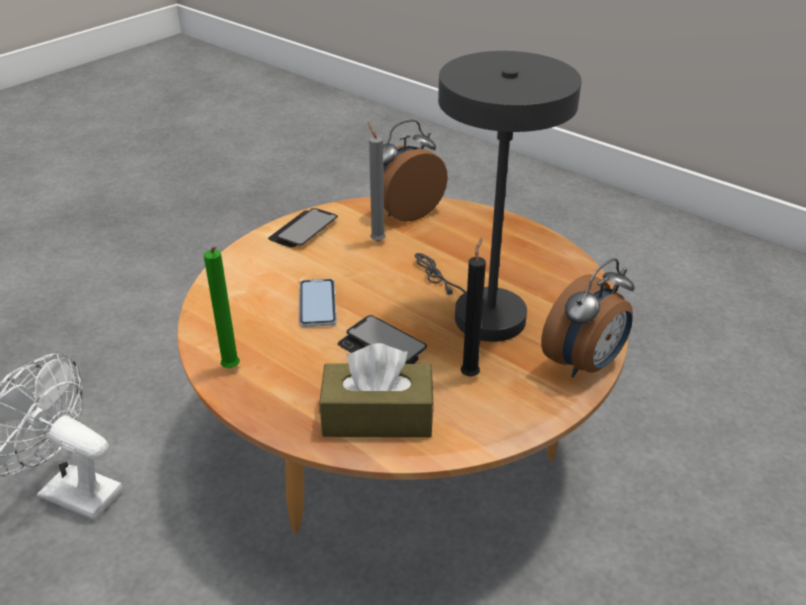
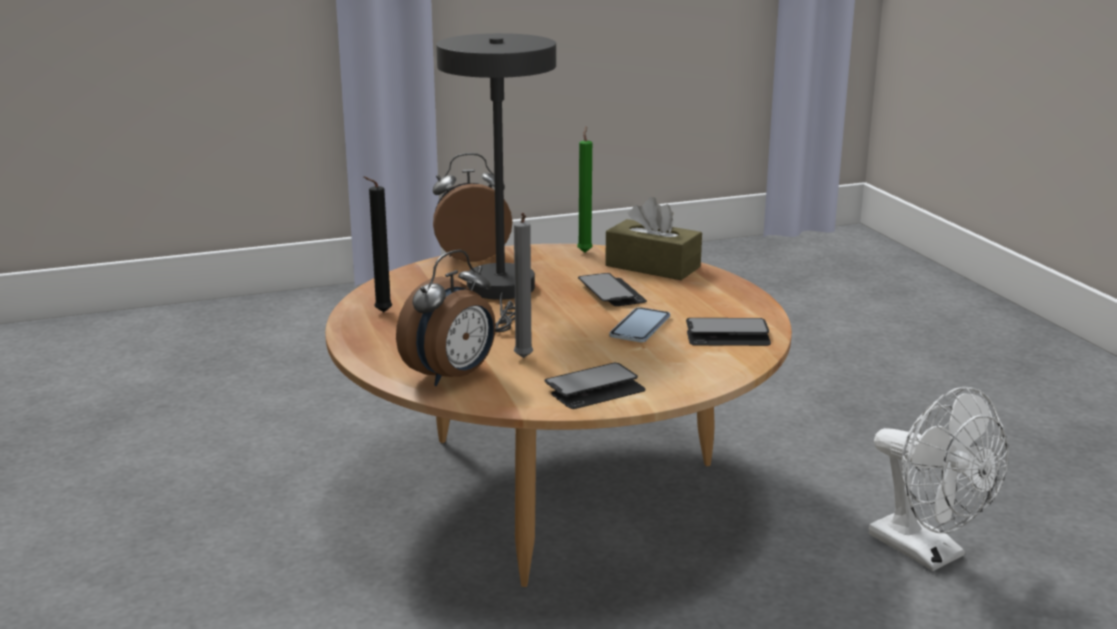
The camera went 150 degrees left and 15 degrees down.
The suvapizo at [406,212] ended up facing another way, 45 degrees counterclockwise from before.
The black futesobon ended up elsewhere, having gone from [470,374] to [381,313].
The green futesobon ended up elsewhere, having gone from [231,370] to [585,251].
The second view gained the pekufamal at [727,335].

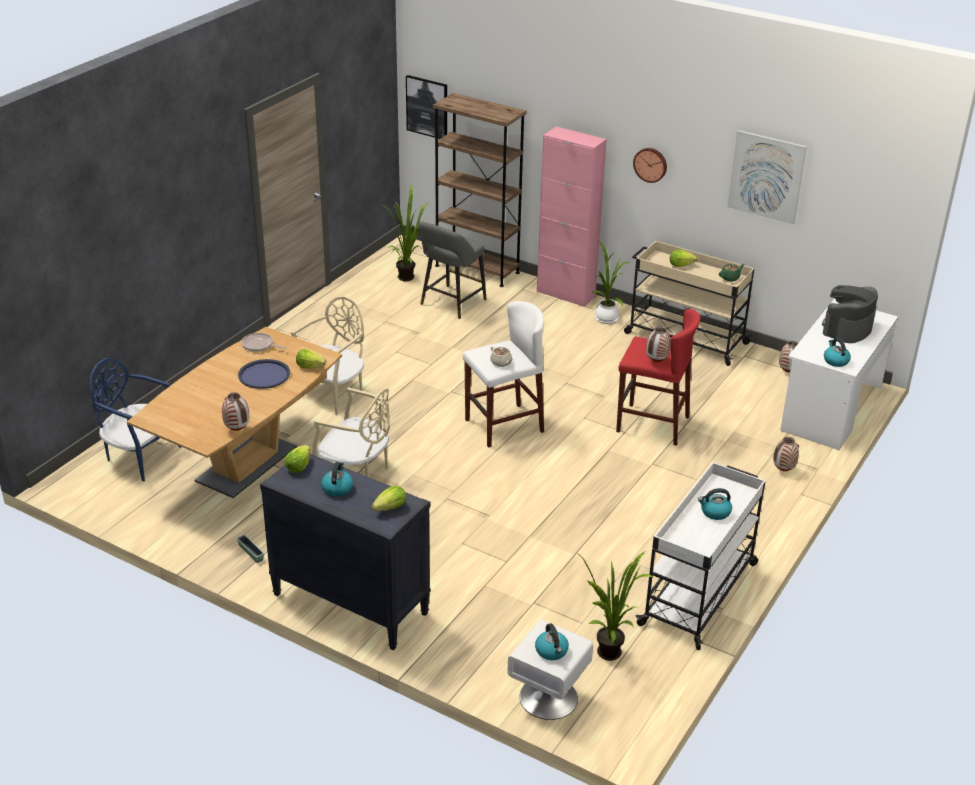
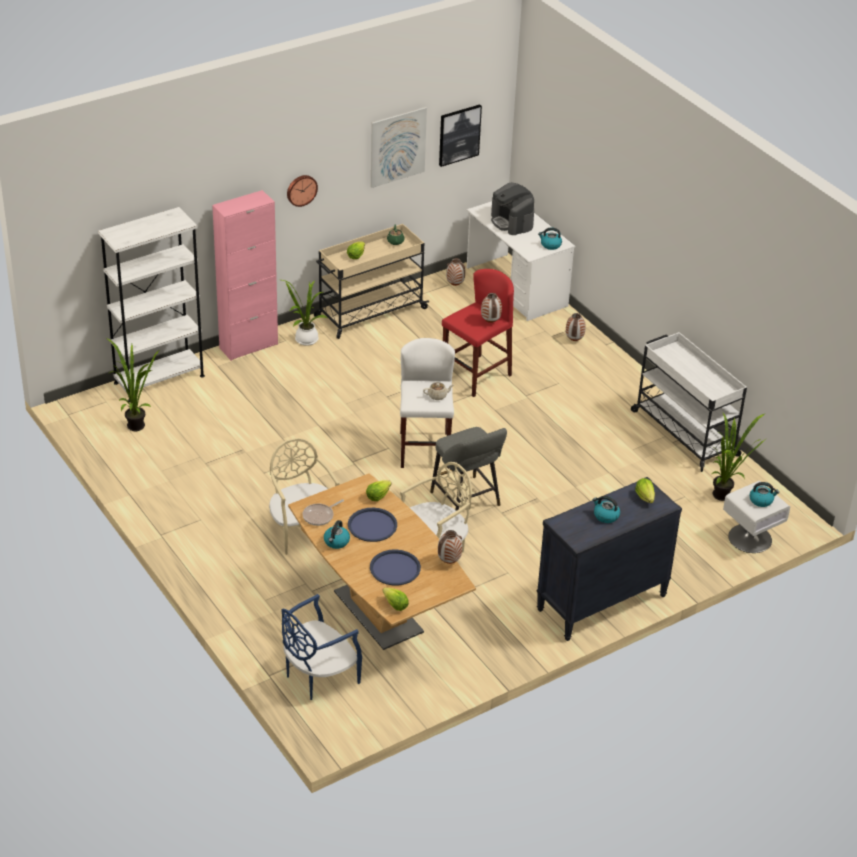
The camera went 65 degrees left and 5 degrees up.
The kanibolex ended up elsewhere, having gone from [427,107] to [459,134].
What was the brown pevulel at [477,269] turned into the white pevulel at [159,379].
The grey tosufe ended up elsewhere, having gone from [451,303] to [467,501].
The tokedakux ended up elsewhere, having gone from [298,467] to [395,605].
The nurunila ended up elsewhere, having gone from [715,512] to [336,542].
The second view lost the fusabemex at [251,553].
The second view gained the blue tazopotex at [395,568].

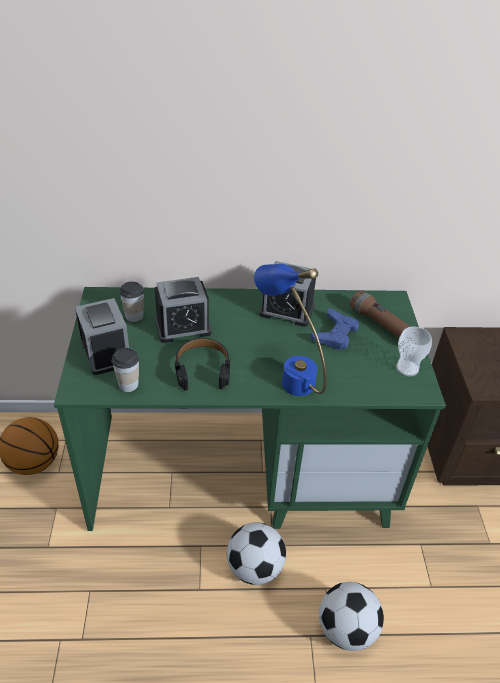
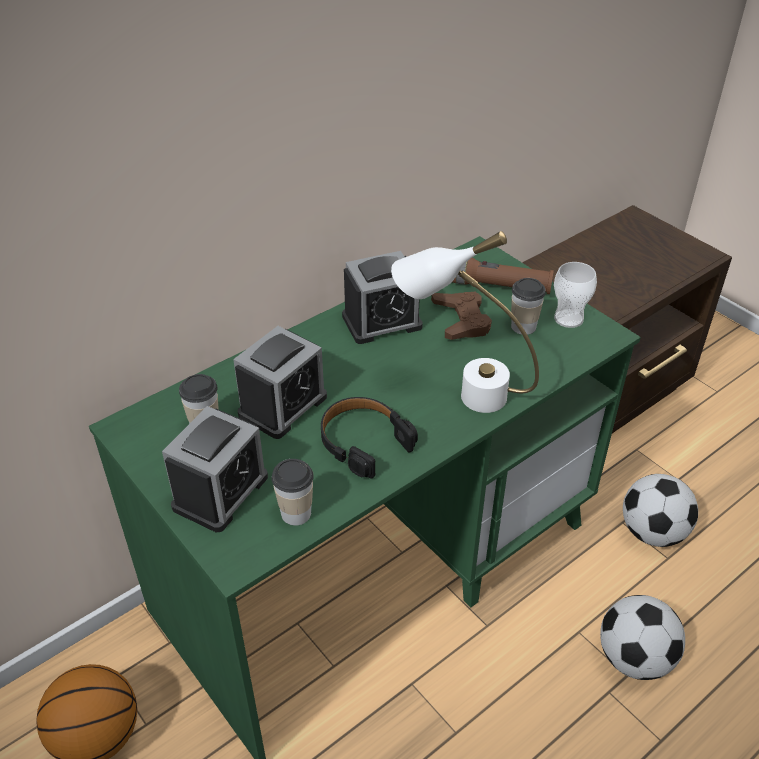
The camera went 35 degrees left and 0 degrees up.
What was the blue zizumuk at [287,373] turned into the white zizumuk at [461,392].
The suvapizo at [105,352] ended up facing another way, 90 degrees clockwise from before.
What was the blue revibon at [335,334] turned into the brown revibon at [461,320].
The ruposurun ended up elsewhere, having gone from [255,567] to [652,532].
The second view gained the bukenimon at [523,327].

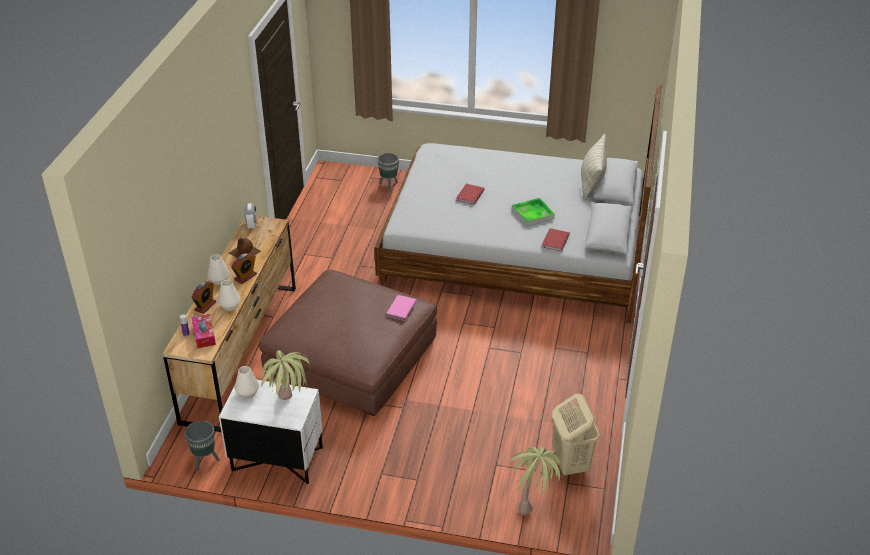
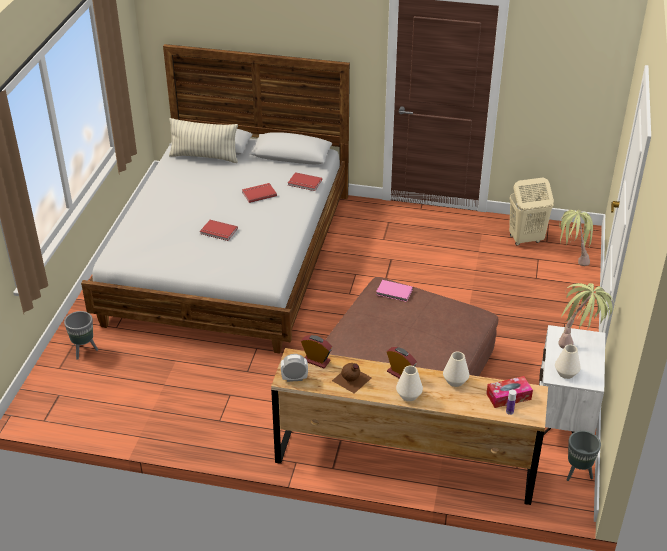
The camera went 90 degrees left and 0 degrees up.
Where the tazopotex stood at [532,214], the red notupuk came to stand at [258,193].
The suvapizo ended up elsewhere, having gone from [205,306] to [316,361].

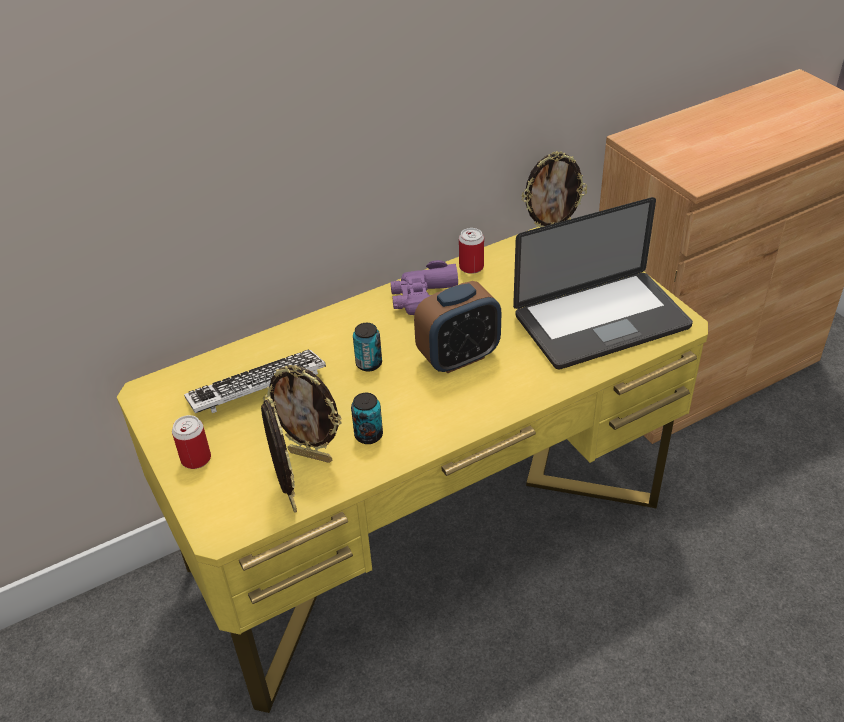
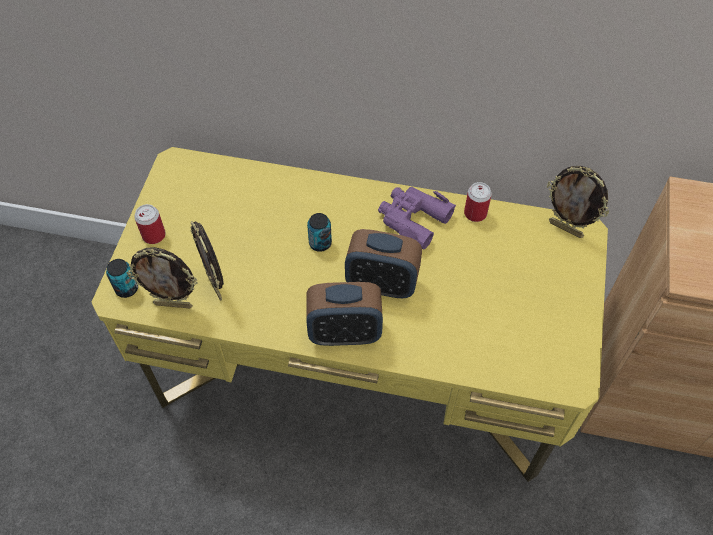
The camera went 40 degrees right and 15 degrees up.
The second view lost the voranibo at [601,322].
The second view lost the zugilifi at [257,389].
The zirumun ended up elsewhere, having gone from [368,435] to [127,288].
The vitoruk at [287,496] ended up facing another way, 75 degrees clockwise from before.
The second view gained the suvapizo at [344,333].

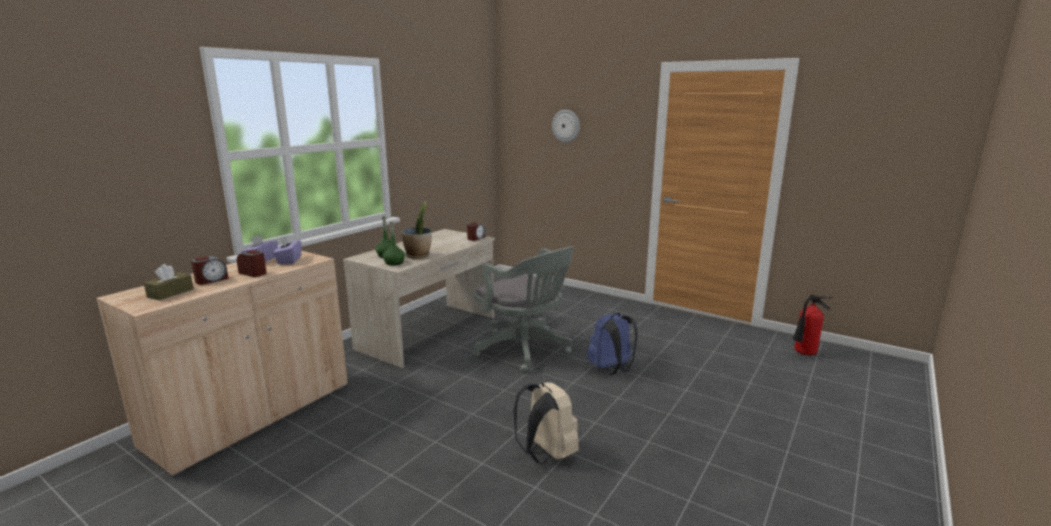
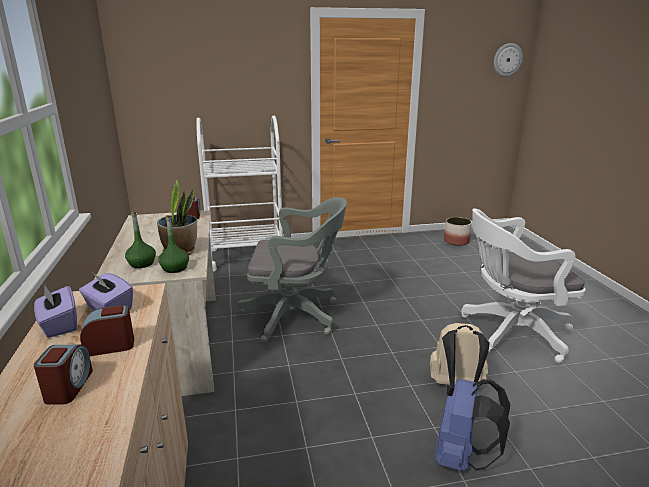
The camera went 45 degrees left and 5 degrees up.
The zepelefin ended up elsewhere, having gone from [566,126] to [507,60].
The second view lost the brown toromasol at [170,293].
Where the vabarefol stood at [804,354], the fusabemex came to stand at [456,241].
The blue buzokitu ended up elsewhere, having gone from [611,369] to [462,458].
The second view gained the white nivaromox at [246,257].
The second view gained the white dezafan at [510,333].

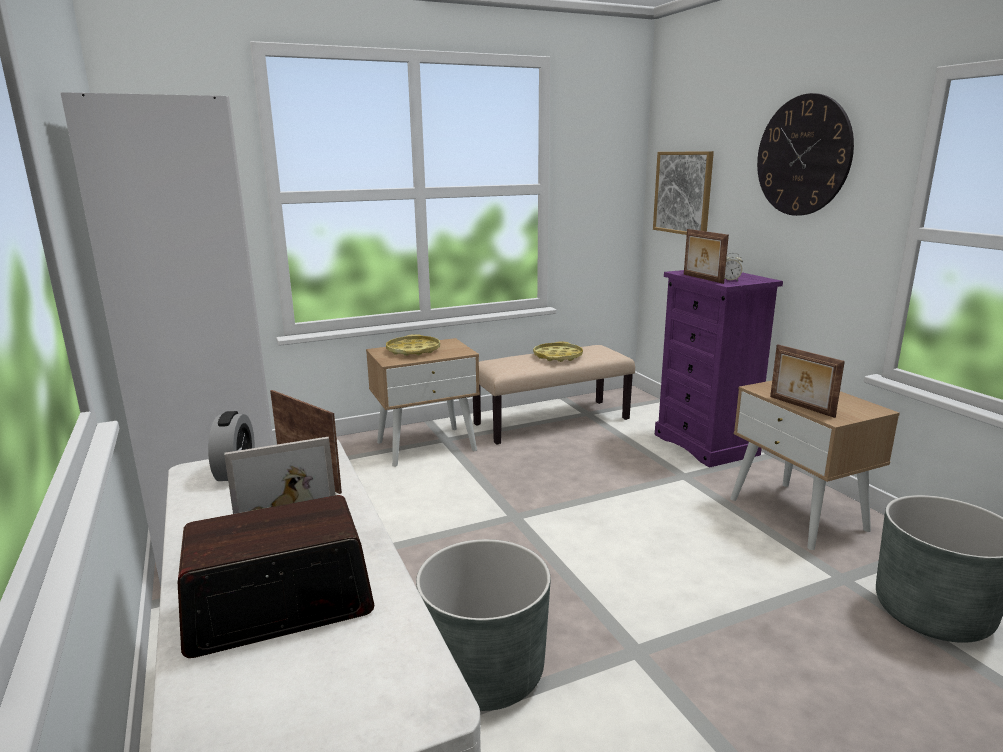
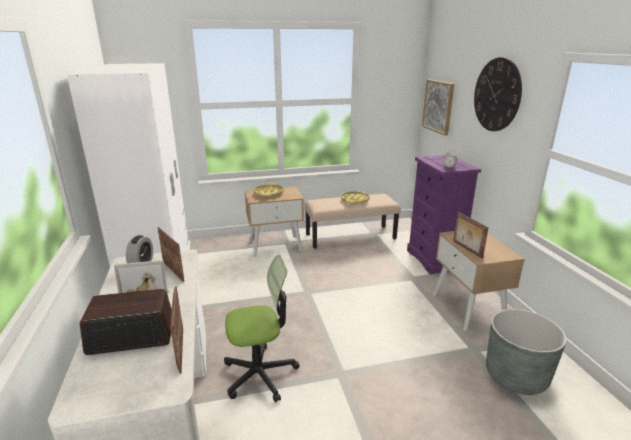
The camera went 10 degrees right and 5 degrees up.
The vitoruk ended up elsewhere, having gone from [702,278] to [180,350].
Where the grey fusabemex stood at [485,673], the dezafan came to stand at [260,374].

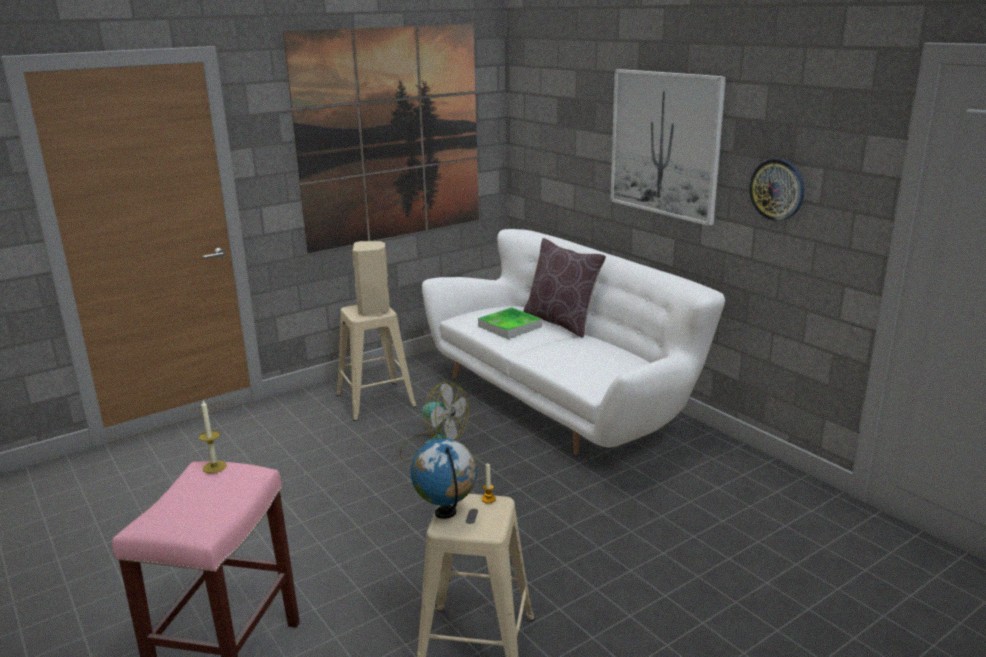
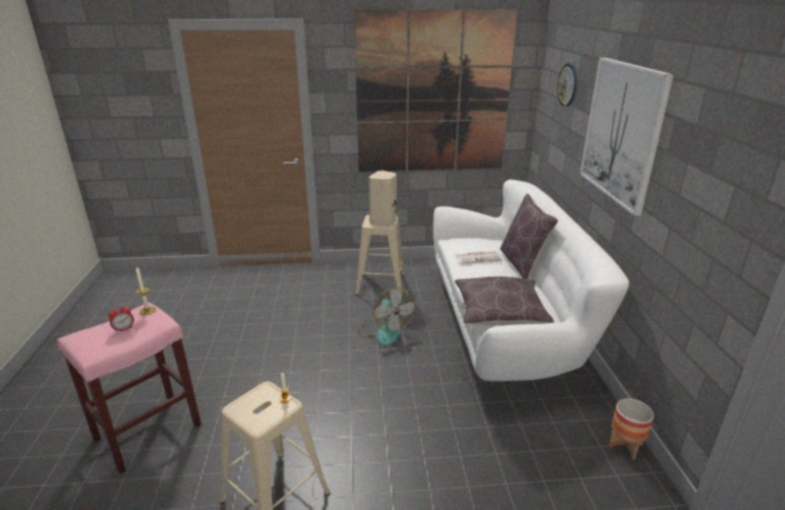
The camera went 30 degrees right and 5 degrees up.
The zepelefin ended up elsewhere, having gone from [777,189] to [568,85].
Where the tazopotex stood at [509,326], the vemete came to stand at [478,257].
The second view lost the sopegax at [446,513].
The second view gained the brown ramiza at [500,312].
The second view gained the suvapizo at [124,329].
The second view gained the fusabemex at [625,445].

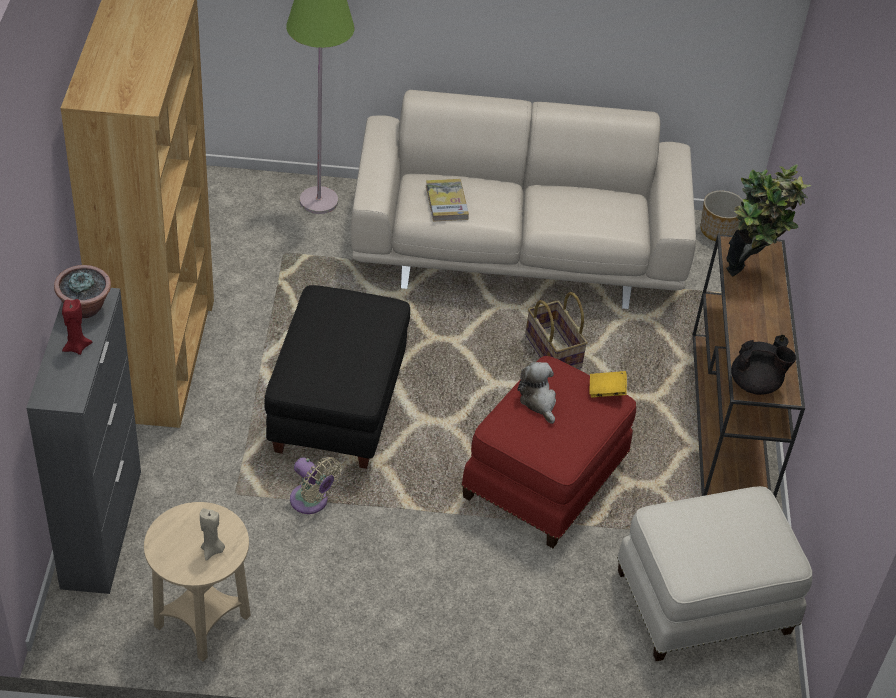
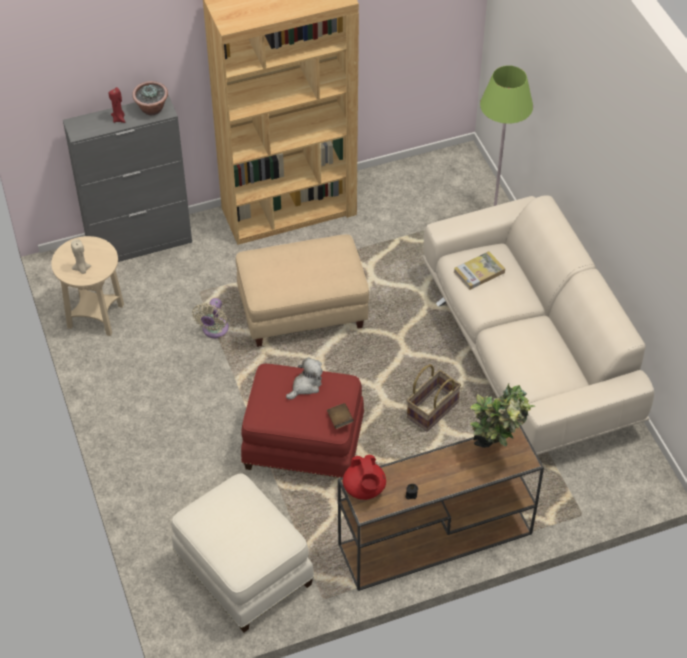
The camera went 70 degrees right and 5 degrees up.
The second view lost the fusabemex at [718,230].
What was the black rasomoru at [336,406] turned into the beige rasomoru at [302,311].
What was the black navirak at [755,384] turned into the red navirak at [364,489].
What was the yellow notupuk at [606,391] turned into the brown notupuk at [340,420].

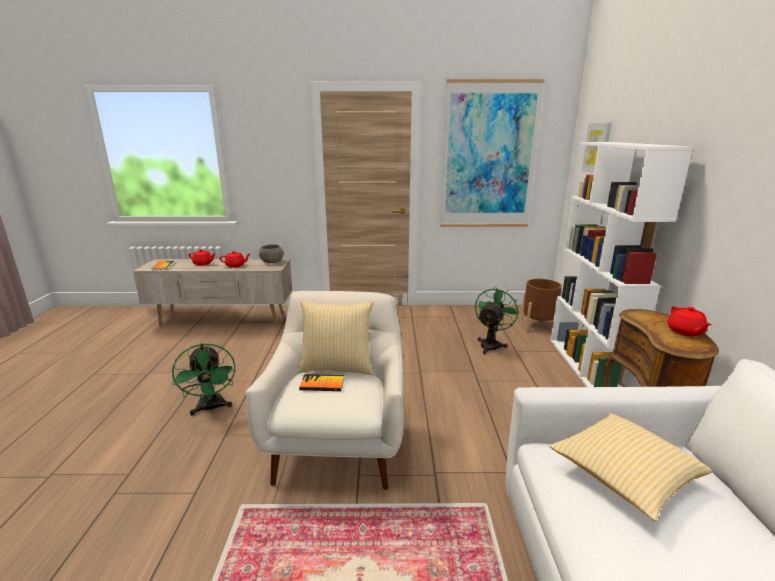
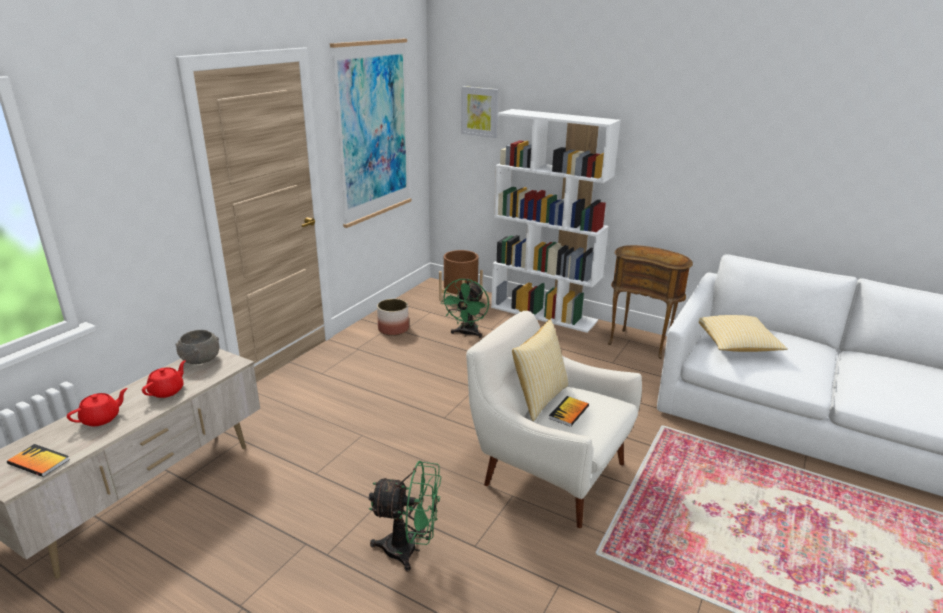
The camera went 60 degrees left and 5 degrees up.
The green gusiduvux at [491,344] ended up facing another way, 135 degrees counterclockwise from before.
The second view lost the red navirak at [685,332].
The second view gained the fusabemex at [393,329].

